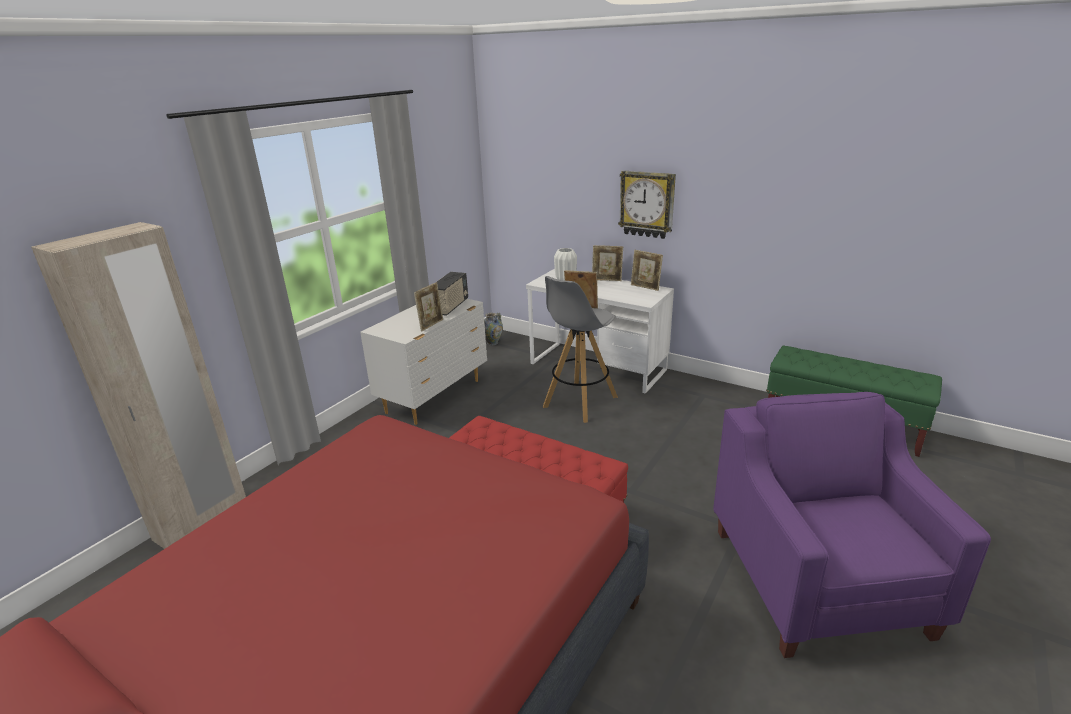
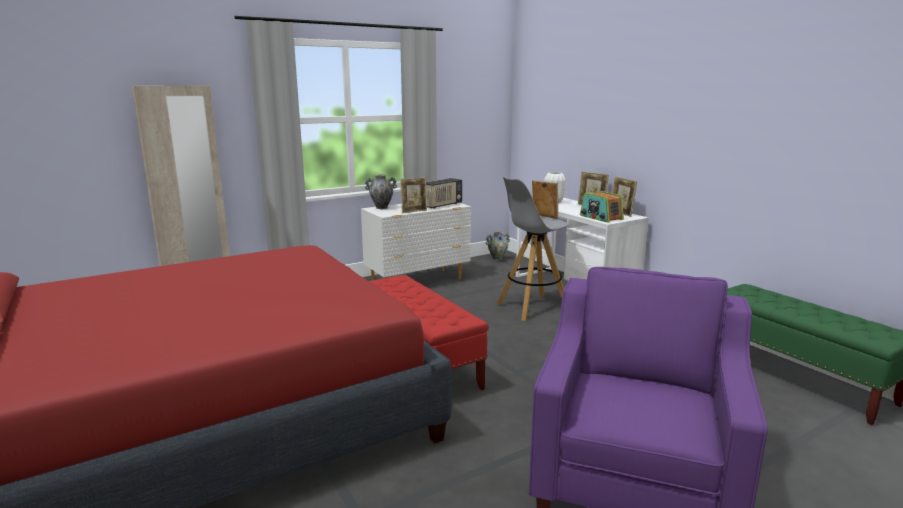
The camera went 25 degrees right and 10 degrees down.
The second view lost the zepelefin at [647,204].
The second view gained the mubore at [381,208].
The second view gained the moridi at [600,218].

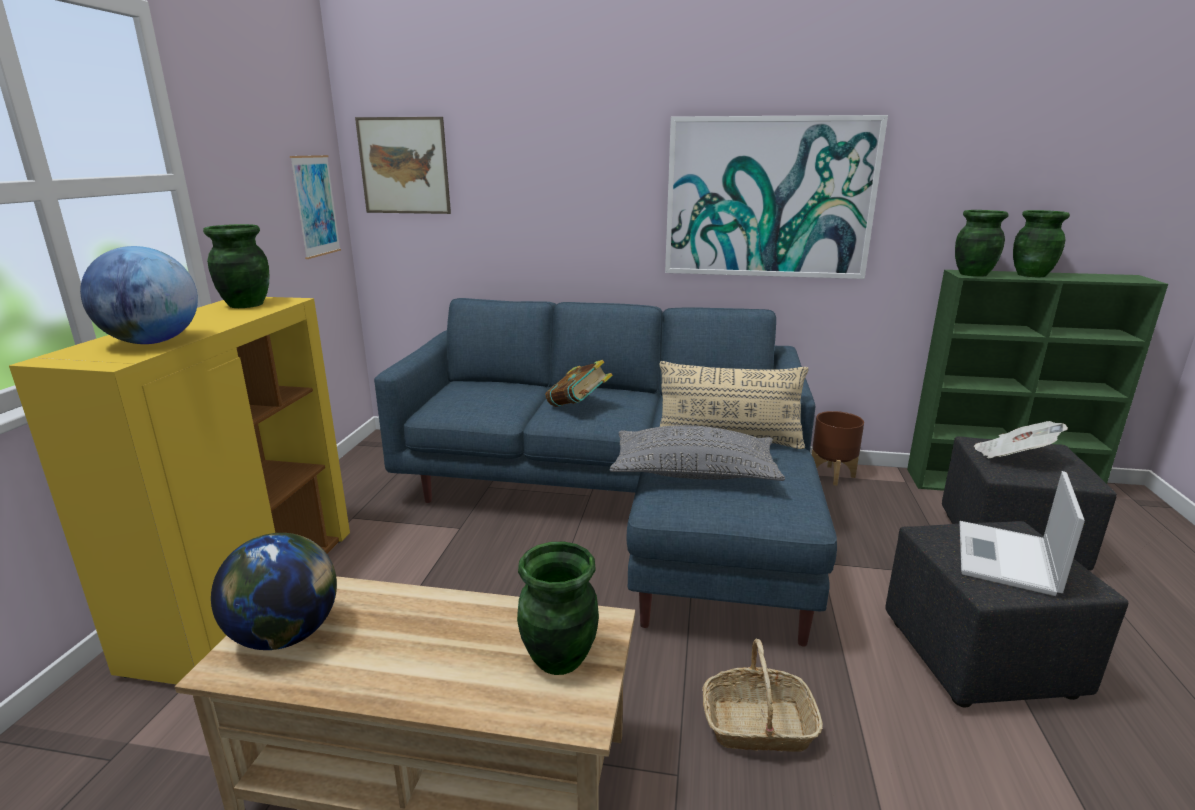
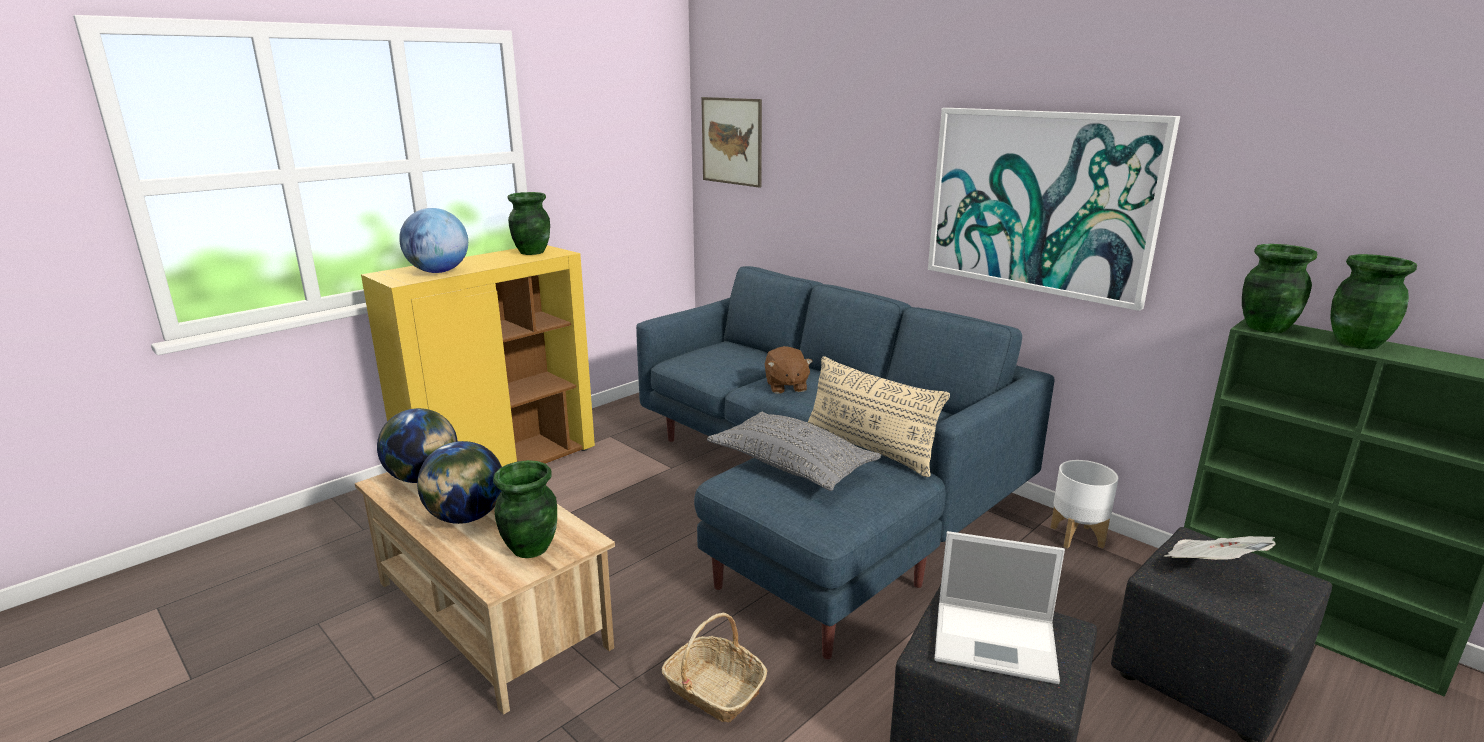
The camera went 35 degrees right and 0 degrees up.
The second view lost the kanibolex at [315,206].
Where the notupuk stood at [578,407], the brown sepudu came to stand at [785,386].
What was the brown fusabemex at [832,475] turned into the white fusabemex at [1077,537].
The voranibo at [1007,559] ended up facing another way, 135 degrees counterclockwise from before.
The second view gained the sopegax at [466,517].

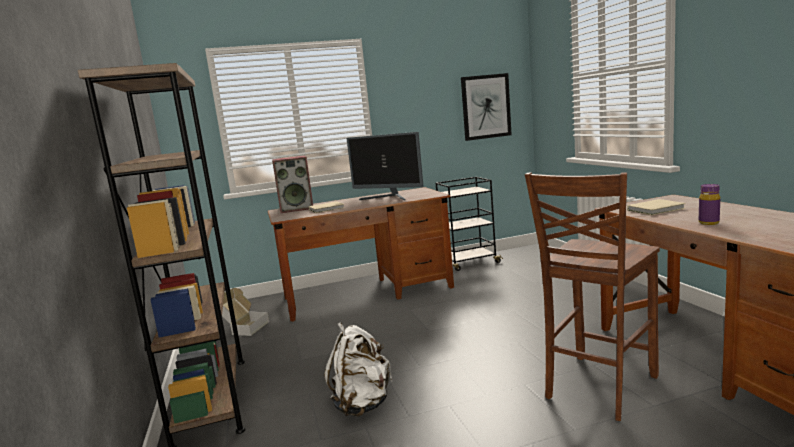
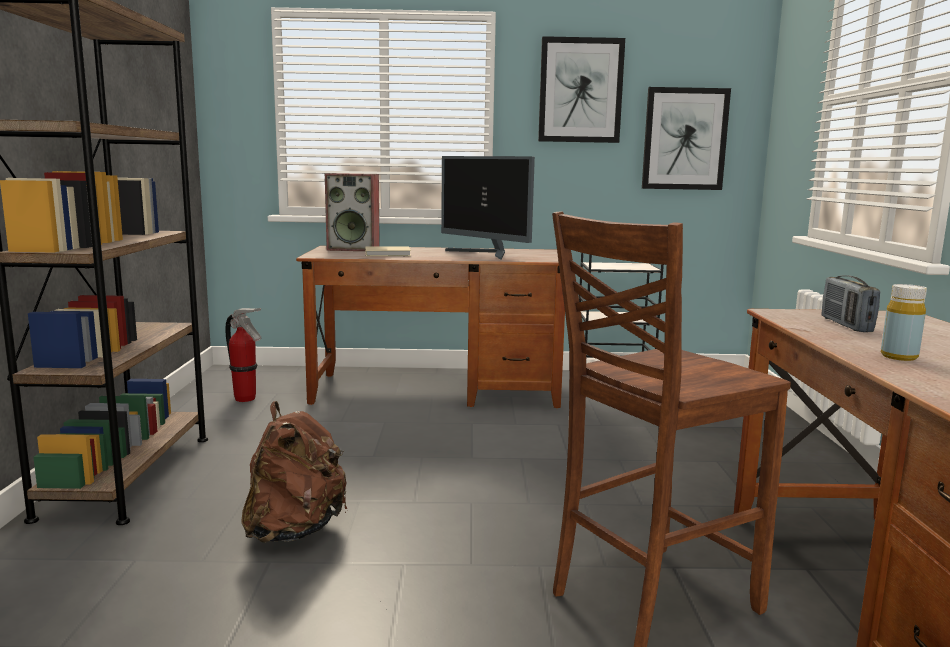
The camera went 15 degrees right and 0 degrees up.
What was the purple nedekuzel at [708,223] turned into the yellow nedekuzel at [899,357].
Where the beige notupuk stood at [657,209], the moridi came to stand at [846,325].
Where the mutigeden stood at [243,328], the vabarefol came to stand at [245,399].
What was the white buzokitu at [362,404] turned into the brown buzokitu at [295,530].
The second view gained the kanibolex at [580,90].

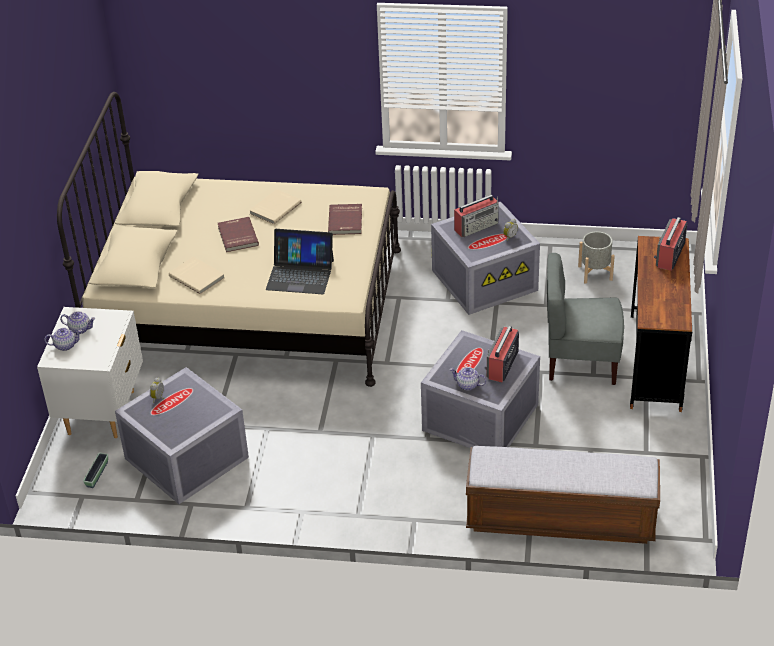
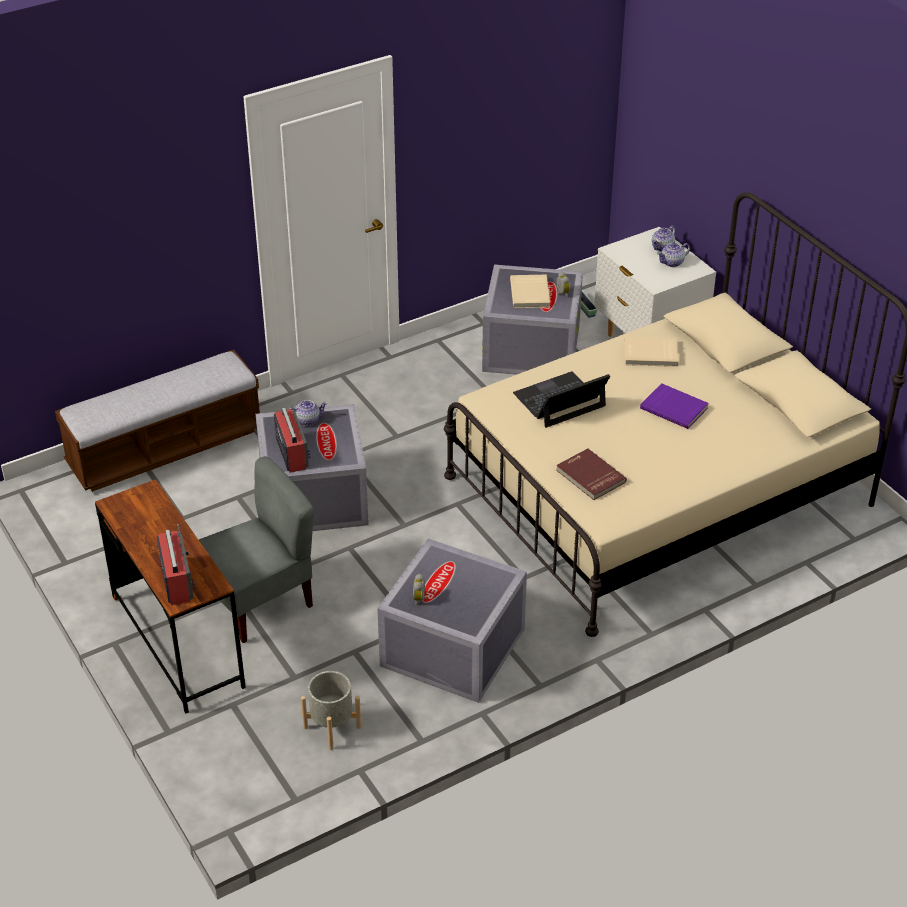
The camera went 140 degrees right and 0 degrees up.
The beige notupuk ended up elsewhere, having gone from [275,208] to [531,293].
The second view lost the moridi at [477,226].
What was the red notupuk at [237,236] turned into the purple notupuk at [674,408].

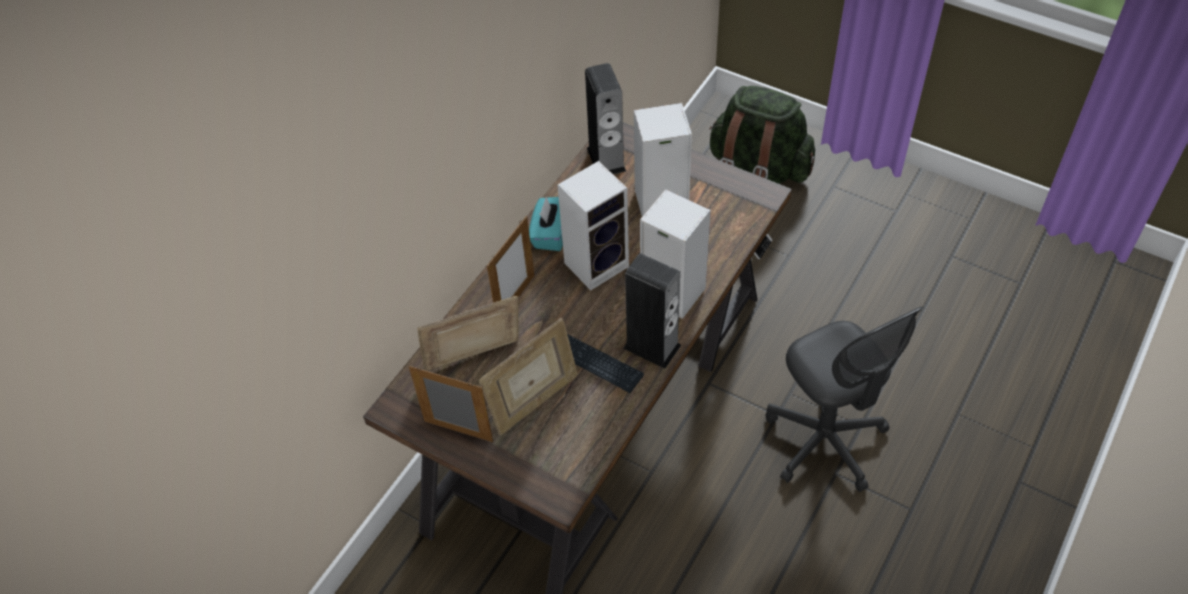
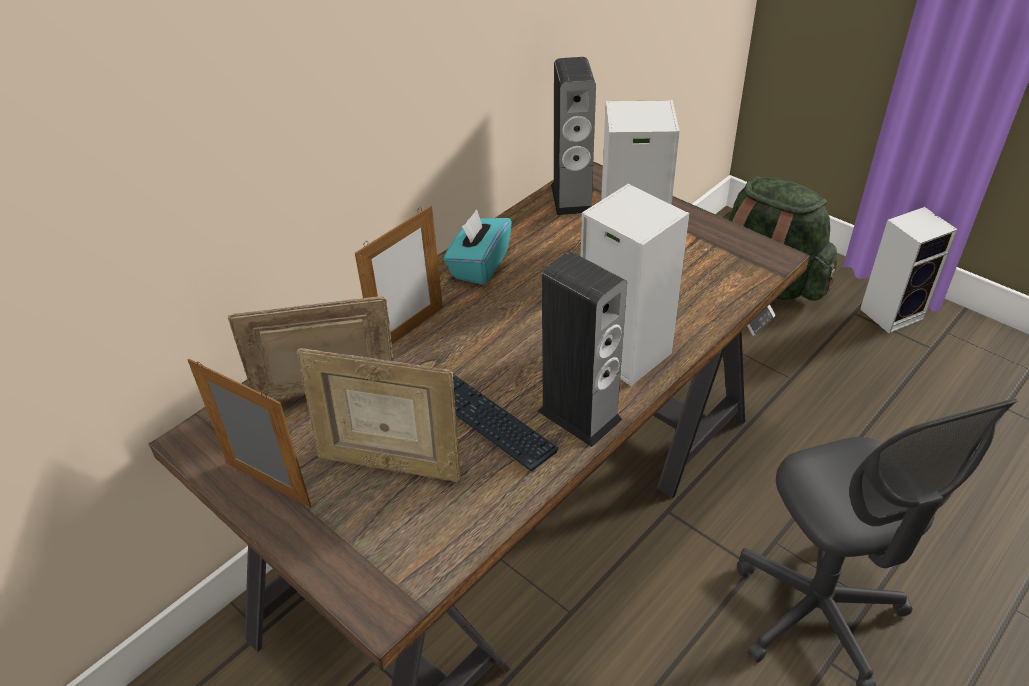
The camera went 10 degrees right and 10 degrees down.
The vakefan ended up elsewhere, having gone from [597,263] to [892,313].
The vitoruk at [534,402] ended up facing another way, 45 degrees clockwise from before.

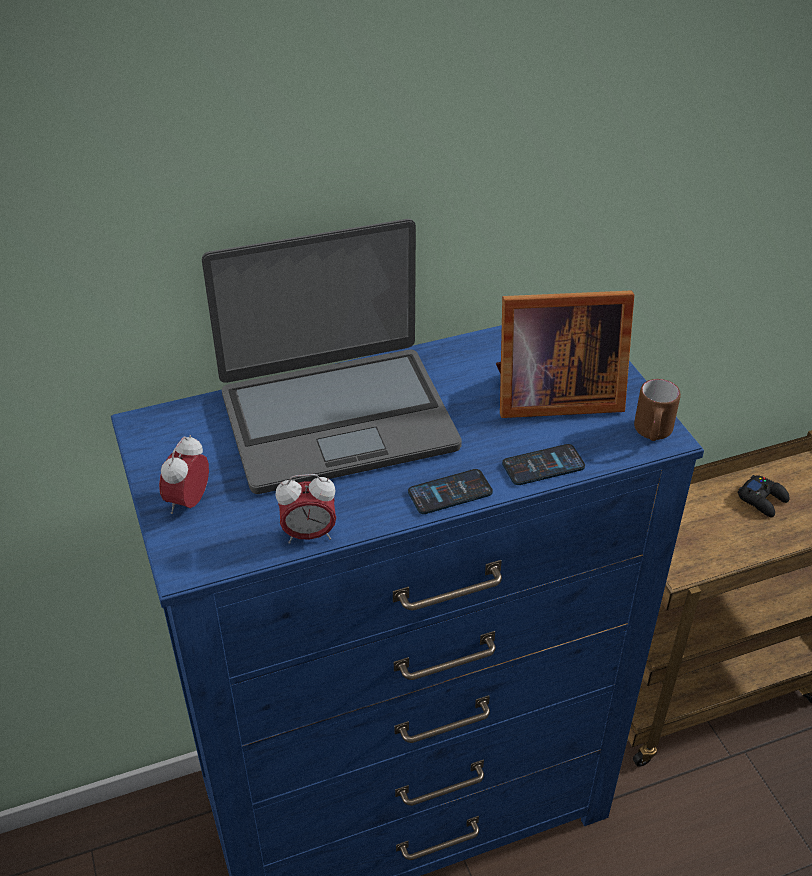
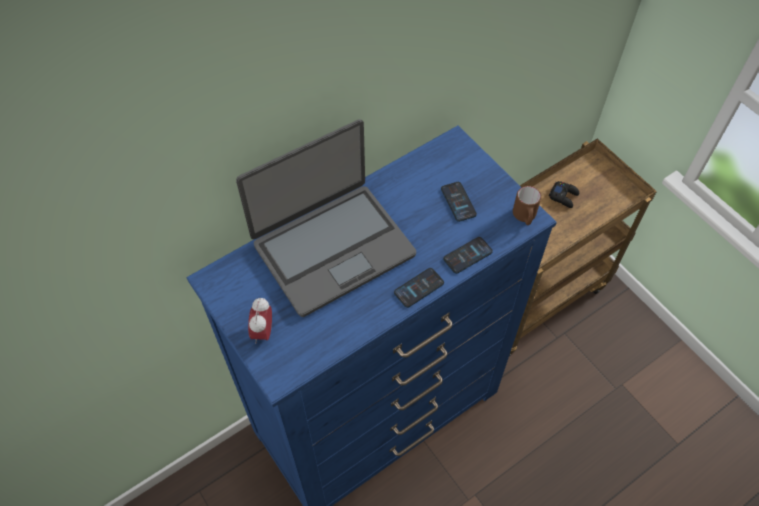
The camera went 15 degrees left and 15 degrees up.
Where the vitoruk stood at [551,396], the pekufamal came to stand at [458,202].
The second view lost the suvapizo at [309,534].

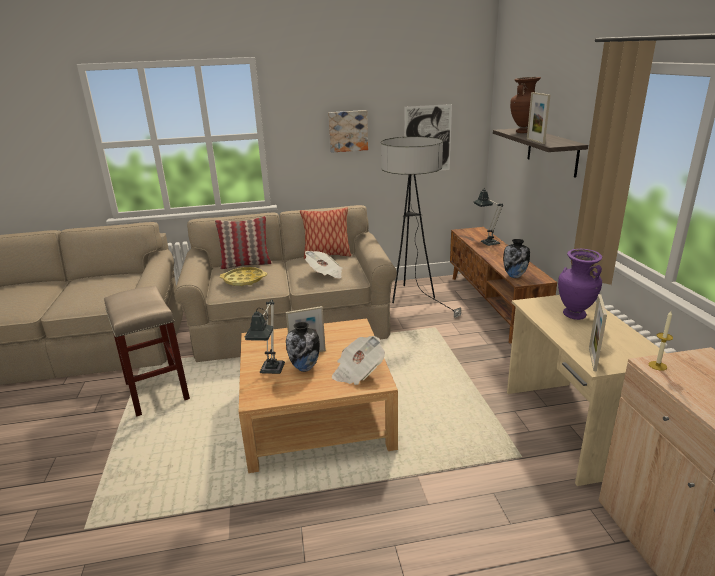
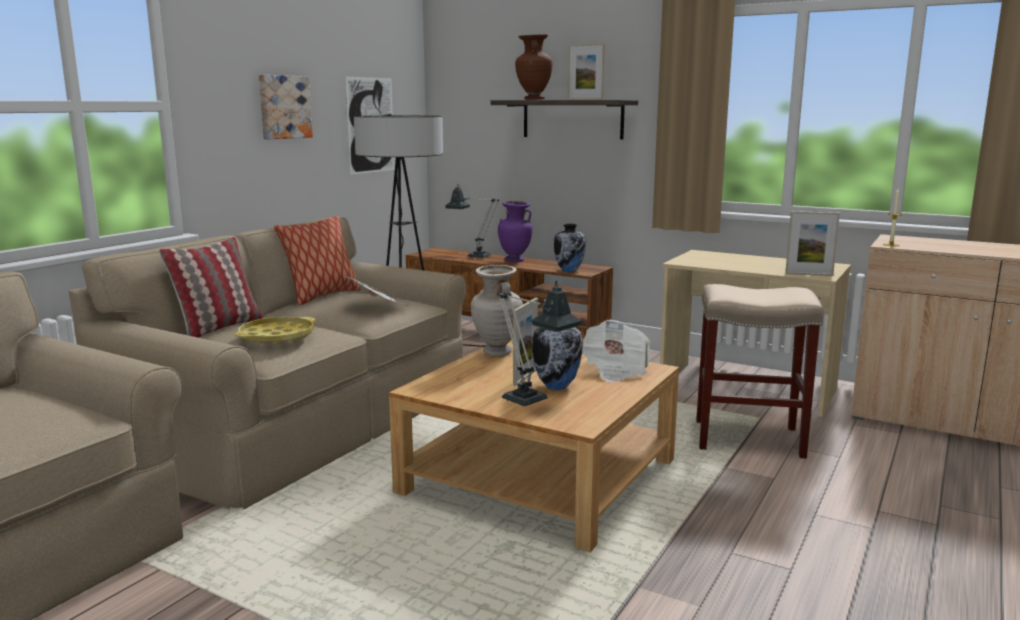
The camera went 50 degrees left and 10 degrees down.
The purple mubore ended up elsewhere, having gone from [574,315] to [514,260].
The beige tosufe ended up elsewhere, having gone from [156,391] to [746,439].
The vitoruk at [592,359] ended up facing another way, 45 degrees counterclockwise from before.
The second view gained the beige mubore at [496,352].

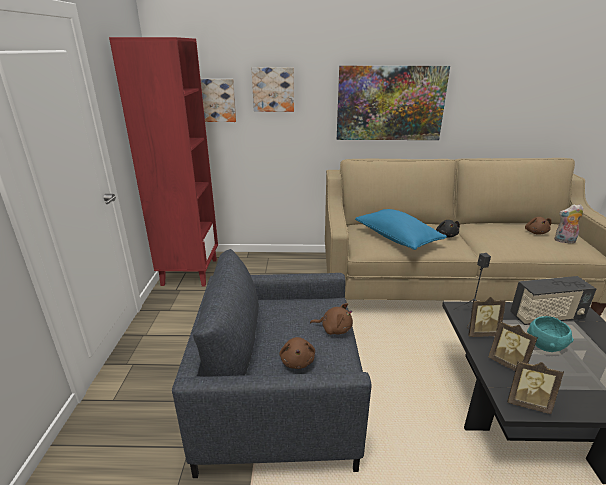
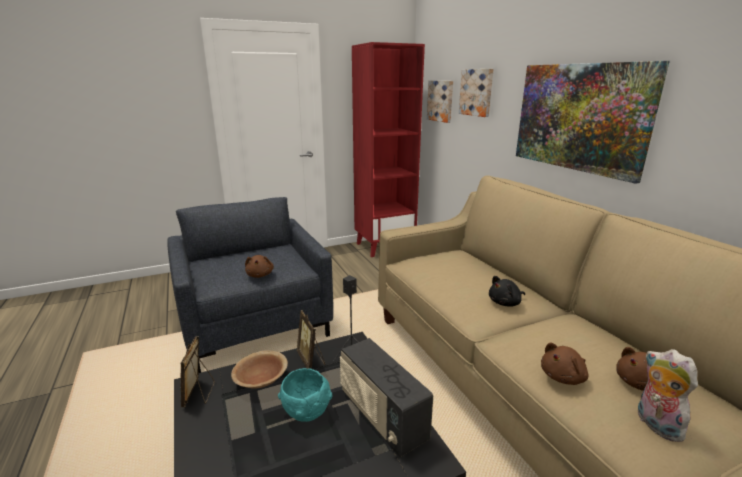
The camera went 65 degrees right and 5 degrees down.
The second view lost the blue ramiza at [397,238].
Where the vitoruk stood at [508,363], the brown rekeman came to stand at [261,380].
The brown sepudu ended up elsewhere, having gone from [297,361] to [563,377].

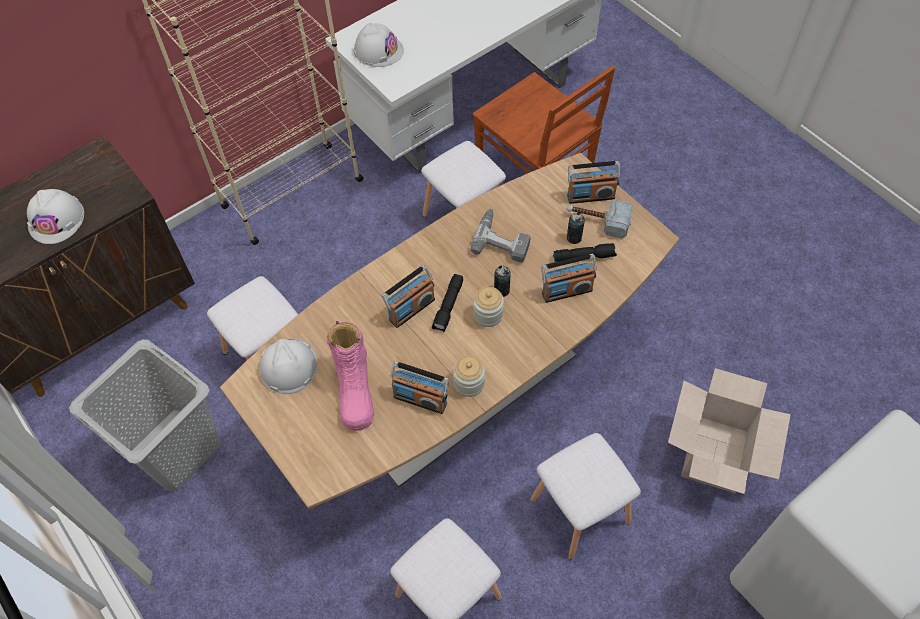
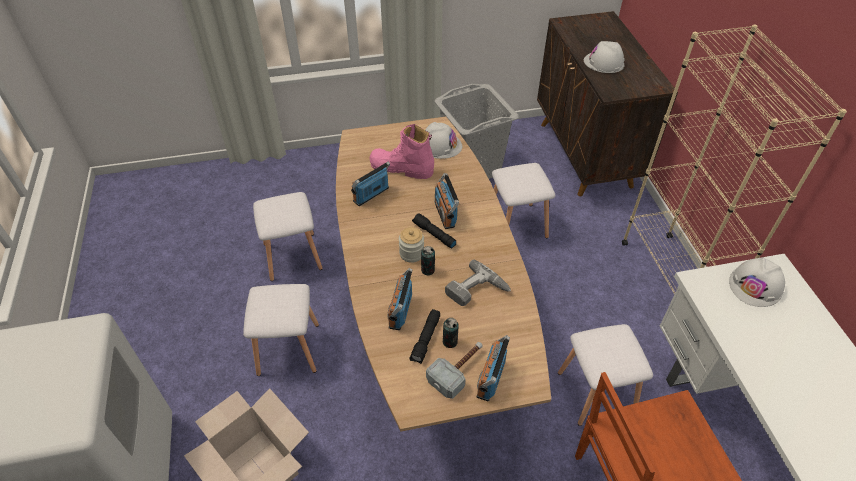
The camera went 115 degrees right and 10 degrees down.
The second view lost the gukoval at [469,383].

